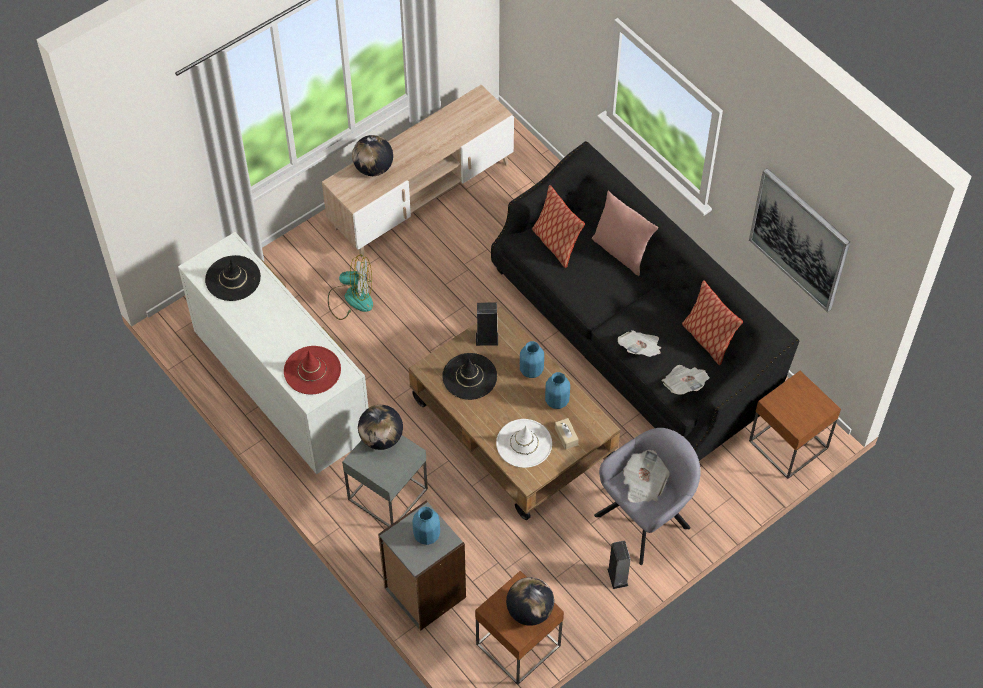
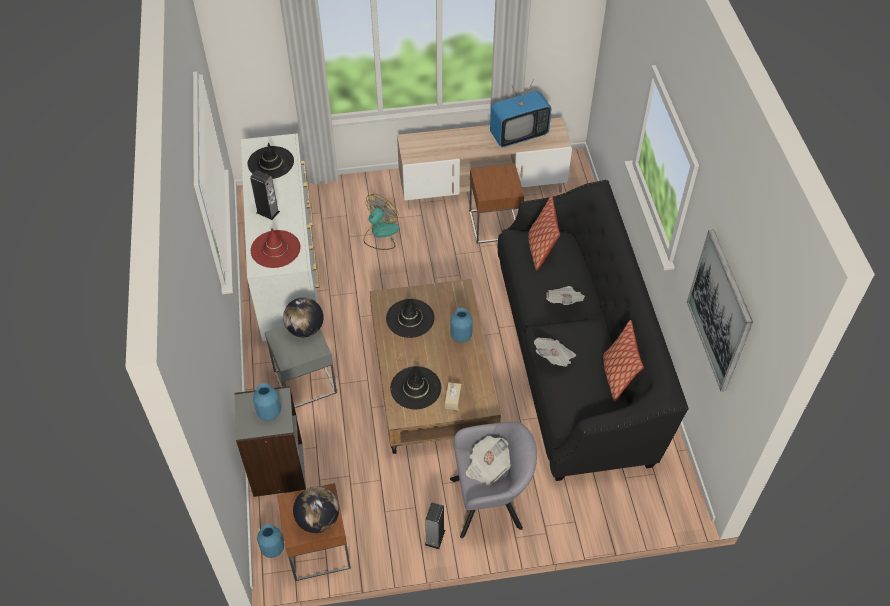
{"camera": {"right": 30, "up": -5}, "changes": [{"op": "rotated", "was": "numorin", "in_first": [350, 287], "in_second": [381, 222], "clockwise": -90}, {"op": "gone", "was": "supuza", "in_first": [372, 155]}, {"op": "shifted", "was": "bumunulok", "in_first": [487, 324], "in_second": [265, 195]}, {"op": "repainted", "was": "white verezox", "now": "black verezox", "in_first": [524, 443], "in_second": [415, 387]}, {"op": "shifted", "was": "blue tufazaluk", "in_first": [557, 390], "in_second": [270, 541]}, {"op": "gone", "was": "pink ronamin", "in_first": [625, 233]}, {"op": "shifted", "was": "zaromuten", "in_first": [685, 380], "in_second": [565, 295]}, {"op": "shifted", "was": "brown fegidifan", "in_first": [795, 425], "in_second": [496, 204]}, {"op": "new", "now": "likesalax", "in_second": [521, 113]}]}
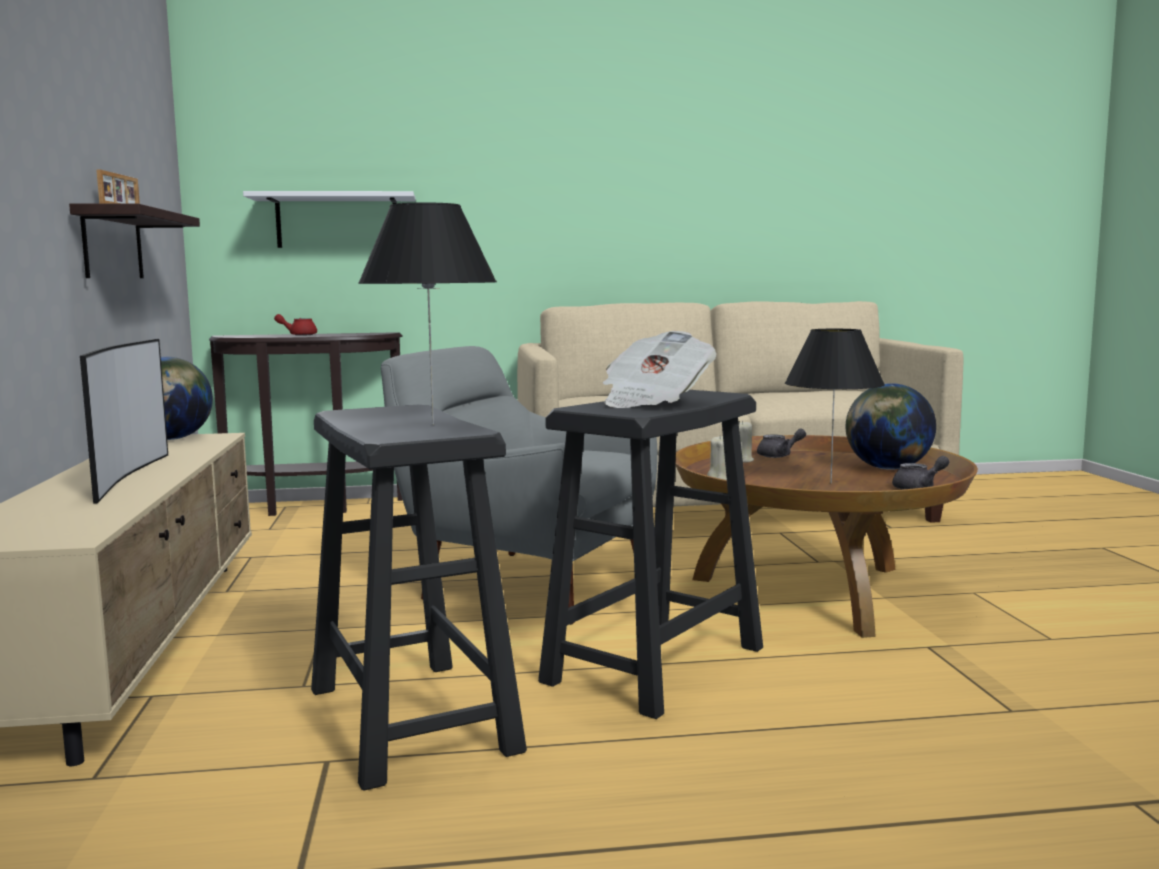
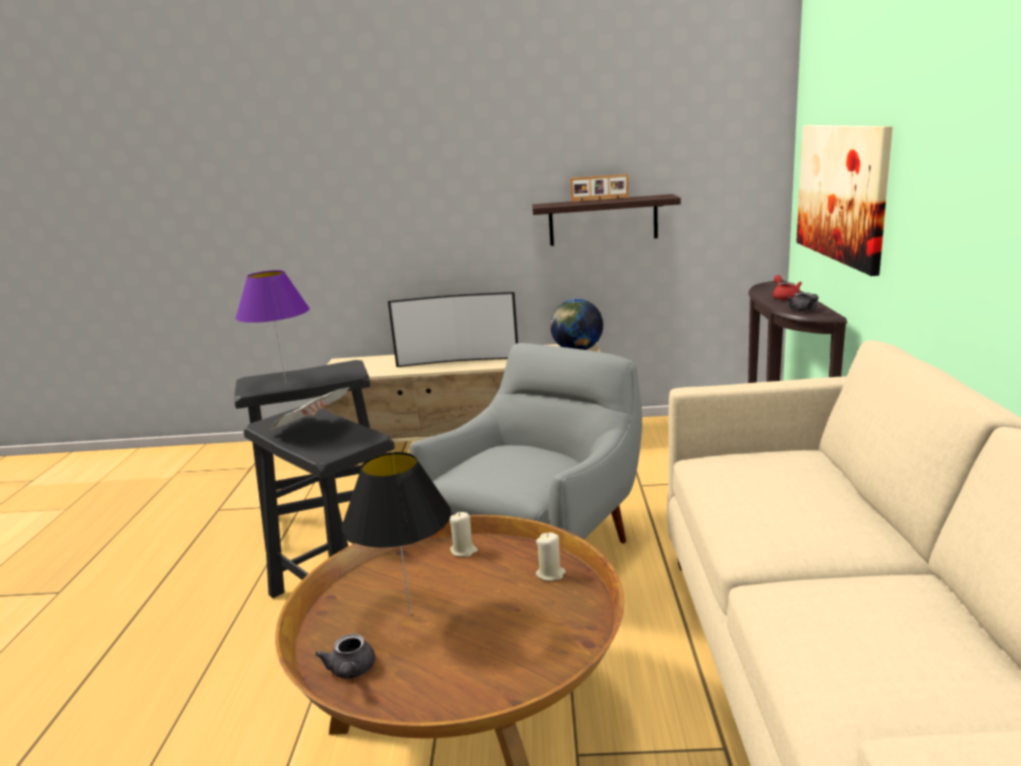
{"camera": {"right": 100, "up": 10}, "changes": [{"op": "swapped", "was": "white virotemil", "now": "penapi", "in_first": [329, 219], "in_second": [844, 200]}, {"op": "repainted", "was": "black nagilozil", "now": "purple nagilozil", "in_first": [427, 314], "in_second": [273, 327]}, {"op": "shifted", "was": "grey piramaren", "in_first": [781, 443], "in_second": [802, 301]}, {"op": "gone", "was": "supuza", "in_first": [891, 426]}]}
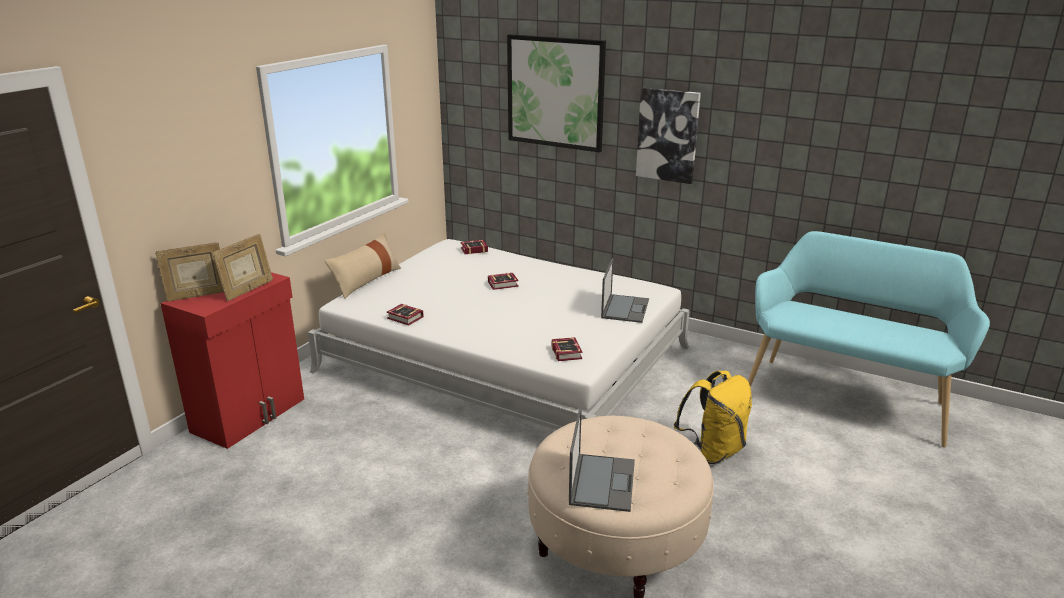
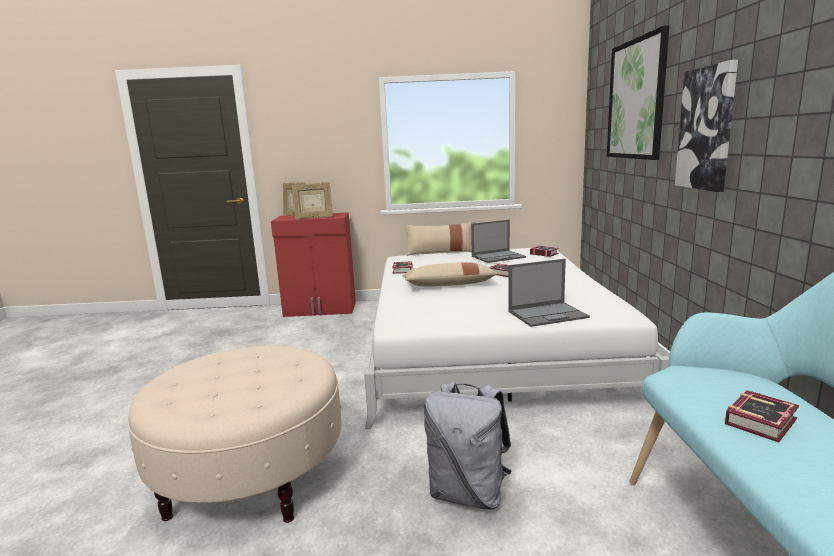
{"camera": {"right": 60, "up": -10}, "changes": [{"op": "shifted", "was": "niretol", "in_first": [567, 349], "in_second": [762, 416]}, {"op": "shifted", "was": "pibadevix", "in_first": [602, 459], "in_second": [498, 241]}, {"op": "repainted", "was": "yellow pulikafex", "now": "grey pulikafex", "in_first": [713, 417], "in_second": [467, 446]}, {"op": "new", "now": "beige ronamin", "in_second": [450, 274]}]}
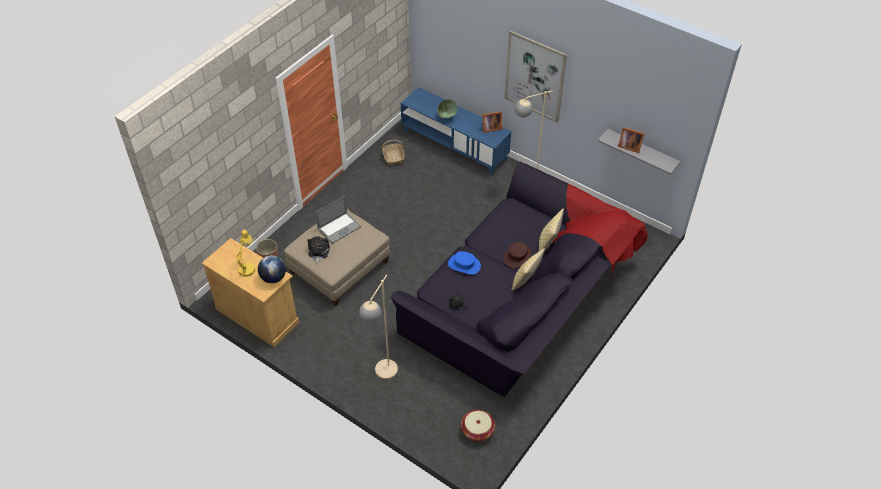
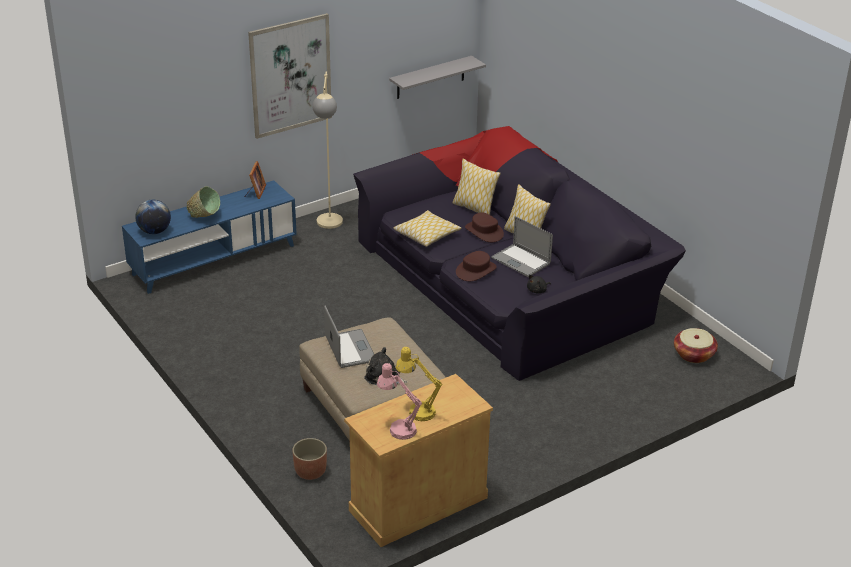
{"camera": {"right": -70, "up": -15}, "changes": [{"op": "shifted", "was": "supuza", "in_first": [272, 269], "in_second": [153, 217]}, {"op": "gone", "was": "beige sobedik", "in_first": [378, 327]}, {"op": "gone", "was": "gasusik", "in_first": [393, 152]}, {"op": "repainted", "was": "blue verezox", "now": "brown verezox", "in_first": [464, 263], "in_second": [476, 266]}, {"op": "gone", "was": "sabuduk", "in_first": [631, 140]}, {"op": "new", "now": "pink nagilozil", "in_second": [399, 401]}, {"op": "new", "now": "ronamin", "in_second": [427, 228]}, {"op": "new", "now": "pibadevix", "in_second": [522, 246]}]}
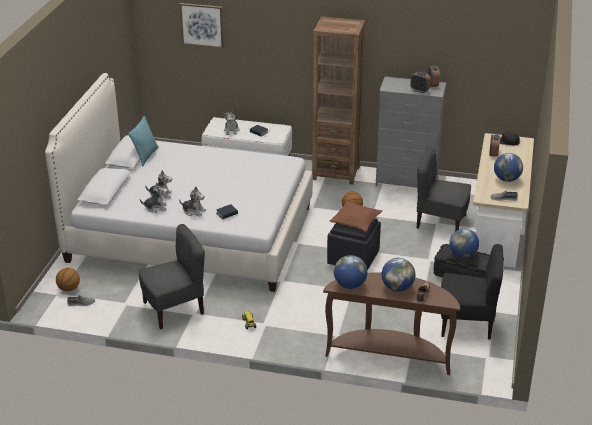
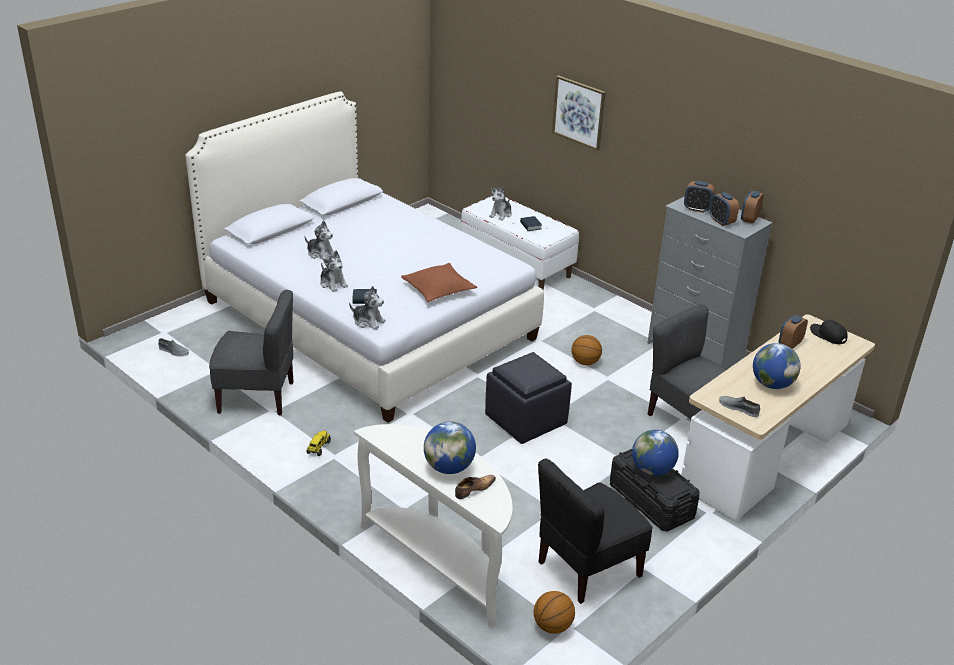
{"camera": {"right": 30, "up": 0}, "changes": [{"op": "shifted", "was": "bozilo", "in_first": [68, 280], "in_second": [554, 612]}, {"op": "gone", "was": "turquoise ronamin", "in_first": [143, 140]}, {"op": "shifted", "was": "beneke", "in_first": [154, 197], "in_second": [367, 308]}, {"op": "shifted", "was": "penapi", "in_first": [201, 25], "in_second": [579, 113]}, {"op": "gone", "was": "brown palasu", "in_first": [338, 100]}, {"op": "repainted", "was": "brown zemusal", "now": "white zemusal", "in_first": [391, 324], "in_second": [433, 526]}, {"op": "shifted", "was": "brown ronamin", "in_first": [356, 216], "in_second": [439, 282]}, {"op": "gone", "was": "supuza", "in_first": [350, 272]}, {"op": "rotated", "was": "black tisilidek", "in_first": [472, 292], "in_second": [595, 531], "clockwise": 105}, {"op": "new", "now": "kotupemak", "in_second": [699, 197]}]}
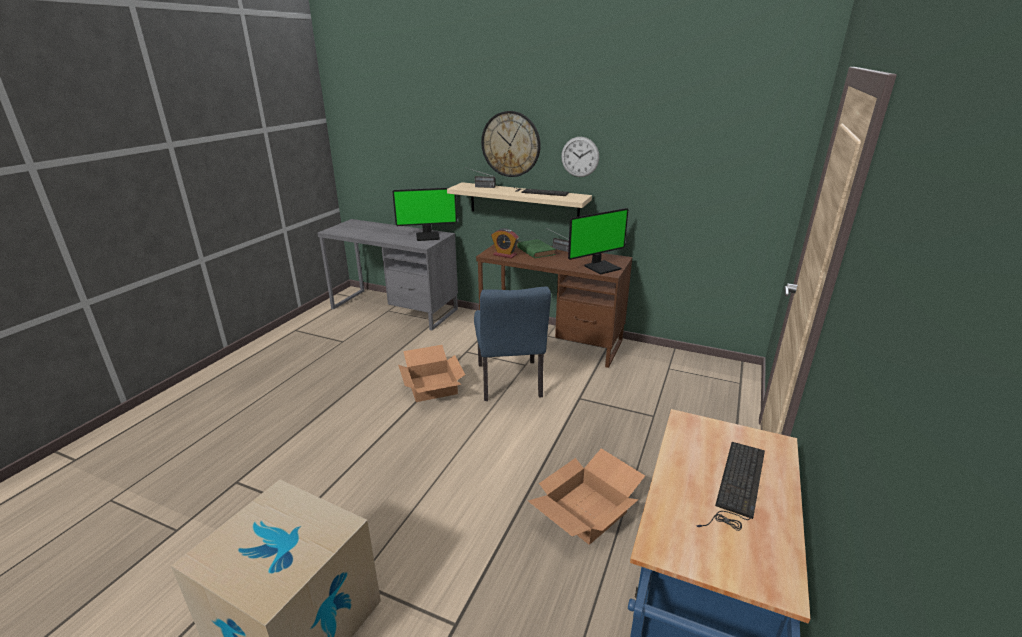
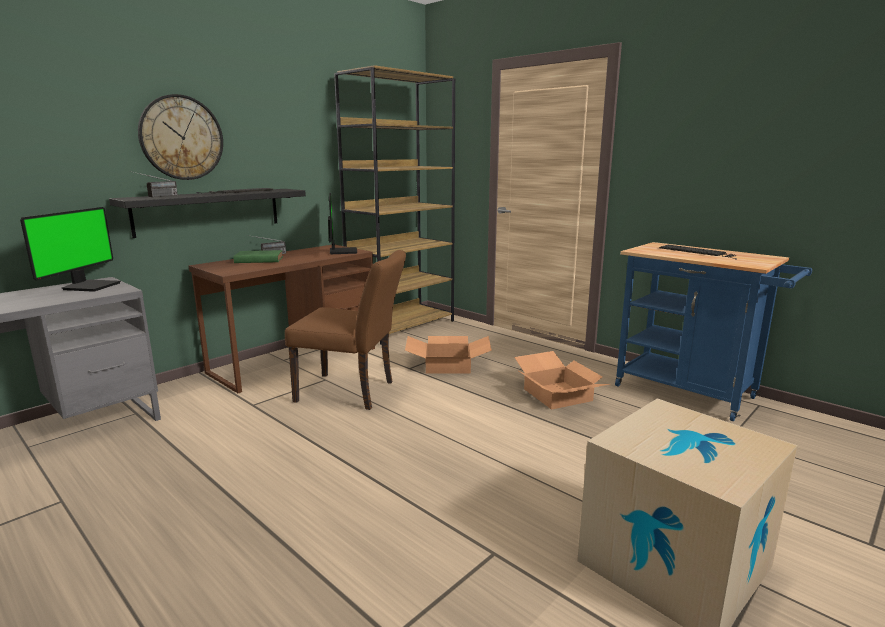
{"camera": {"right": -70, "up": -10}, "changes": [{"op": "shifted", "was": "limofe", "in_first": [431, 373], "in_second": [448, 355]}, {"op": "repainted", "was": "beige virotemil", "now": "black virotemil", "in_first": [519, 199], "in_second": [207, 213]}, {"op": "repainted", "was": "blue tisilidek", "now": "brown tisilidek", "in_first": [512, 344], "in_second": [345, 330]}, {"op": "gone", "was": "kotupemak", "in_first": [505, 243]}, {"op": "gone", "was": "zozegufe", "in_first": [580, 157]}, {"op": "new", "now": "brown palasu", "in_second": [394, 205]}]}
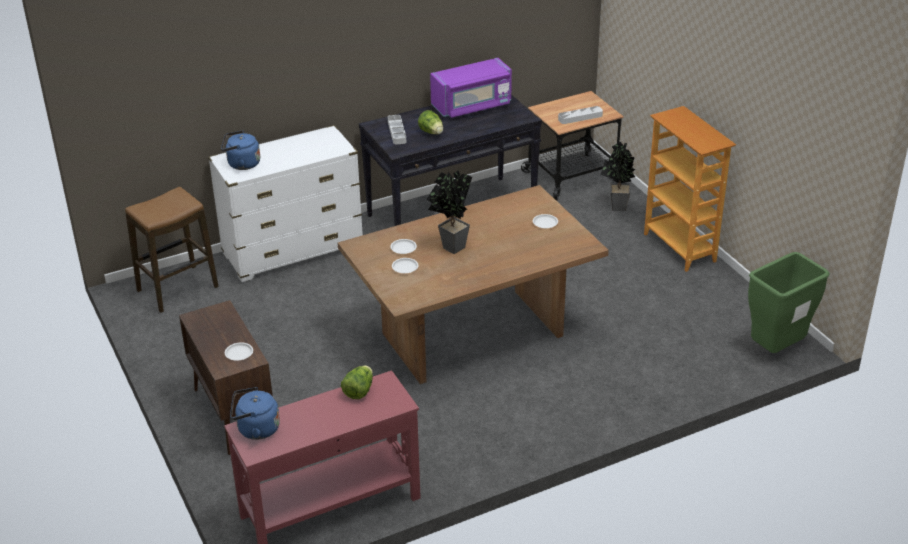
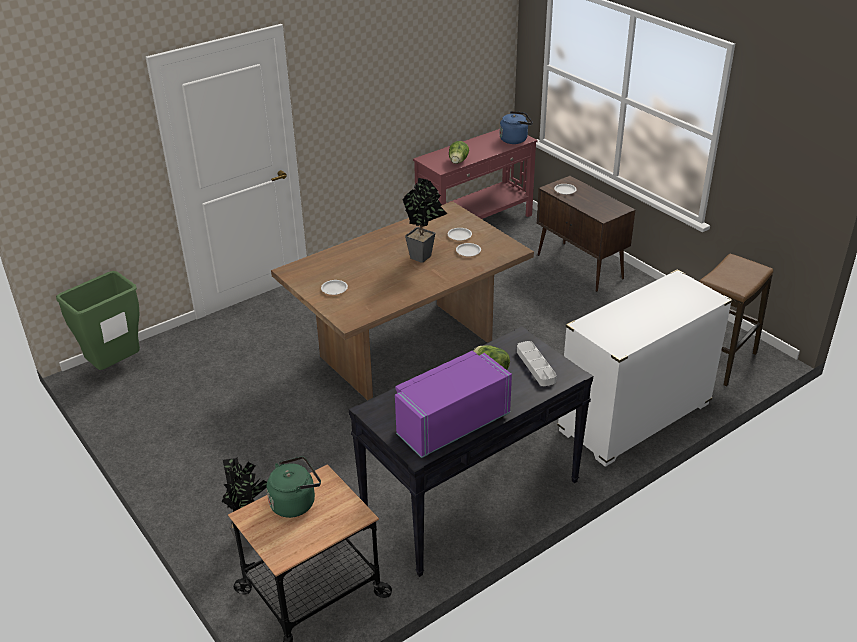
{"camera": {"right": 170, "up": 0}, "changes": [{"op": "gone", "was": "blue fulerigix", "in_first": [240, 150]}, {"op": "swapped", "was": "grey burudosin", "now": "green fulerigix", "in_first": [580, 115], "in_second": [293, 487]}, {"op": "gone", "was": "palasu", "in_first": [690, 189]}]}
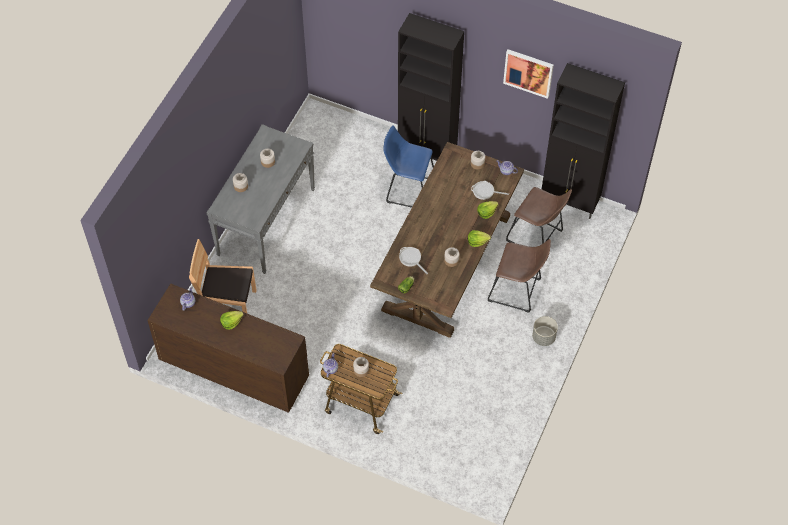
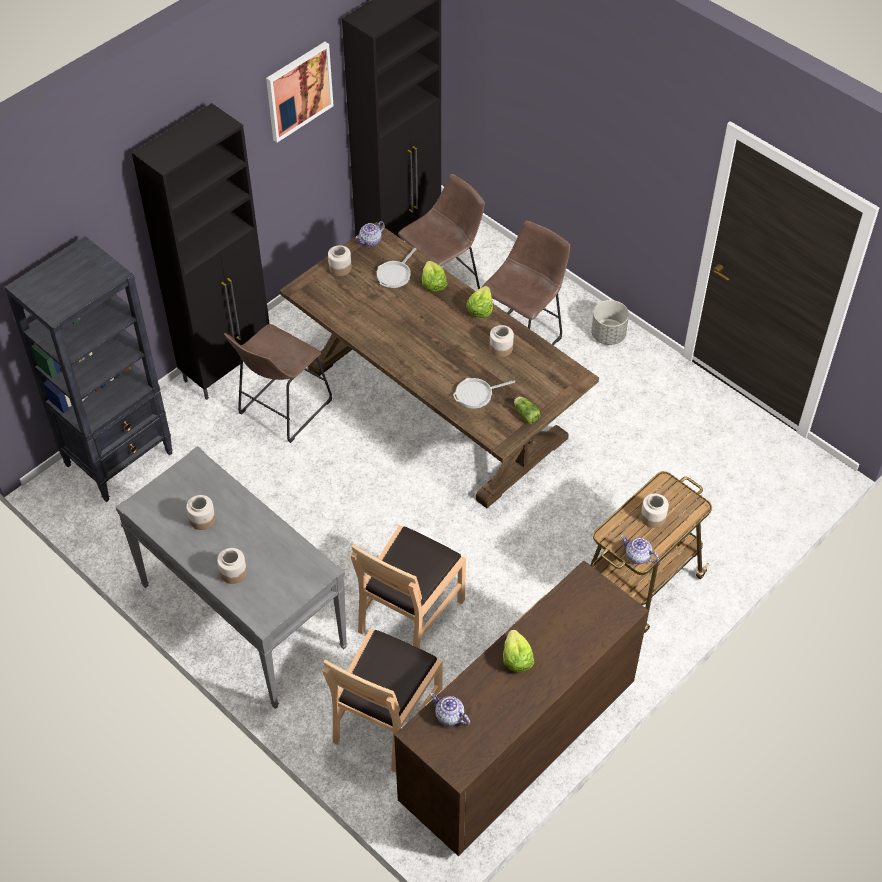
{"camera": {"right": -70, "up": -5}, "changes": [{"op": "repainted", "was": "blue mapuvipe", "now": "brown mapuvipe", "in_first": [408, 166], "in_second": [278, 383]}, {"op": "new", "now": "black palasu", "in_second": [89, 369]}, {"op": "new", "now": "brown tisilidek", "in_second": [408, 587]}]}
